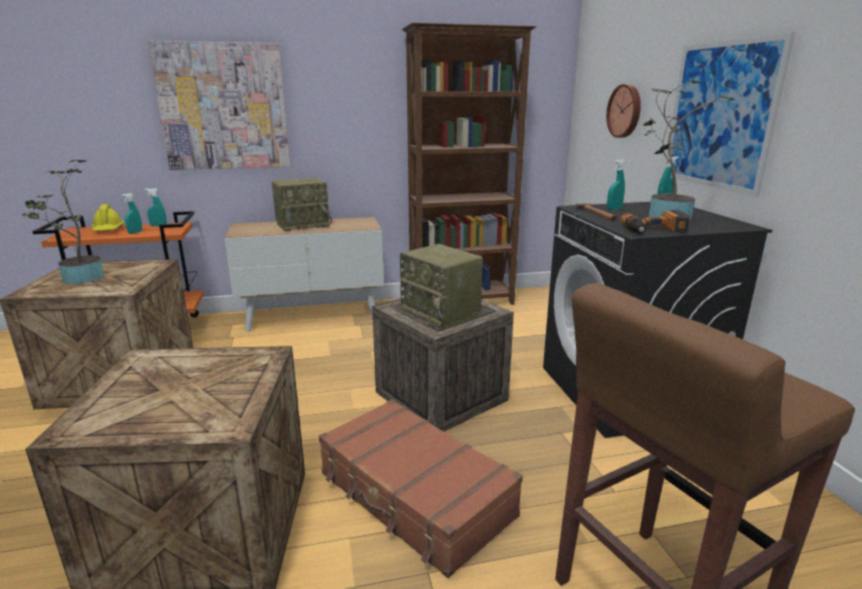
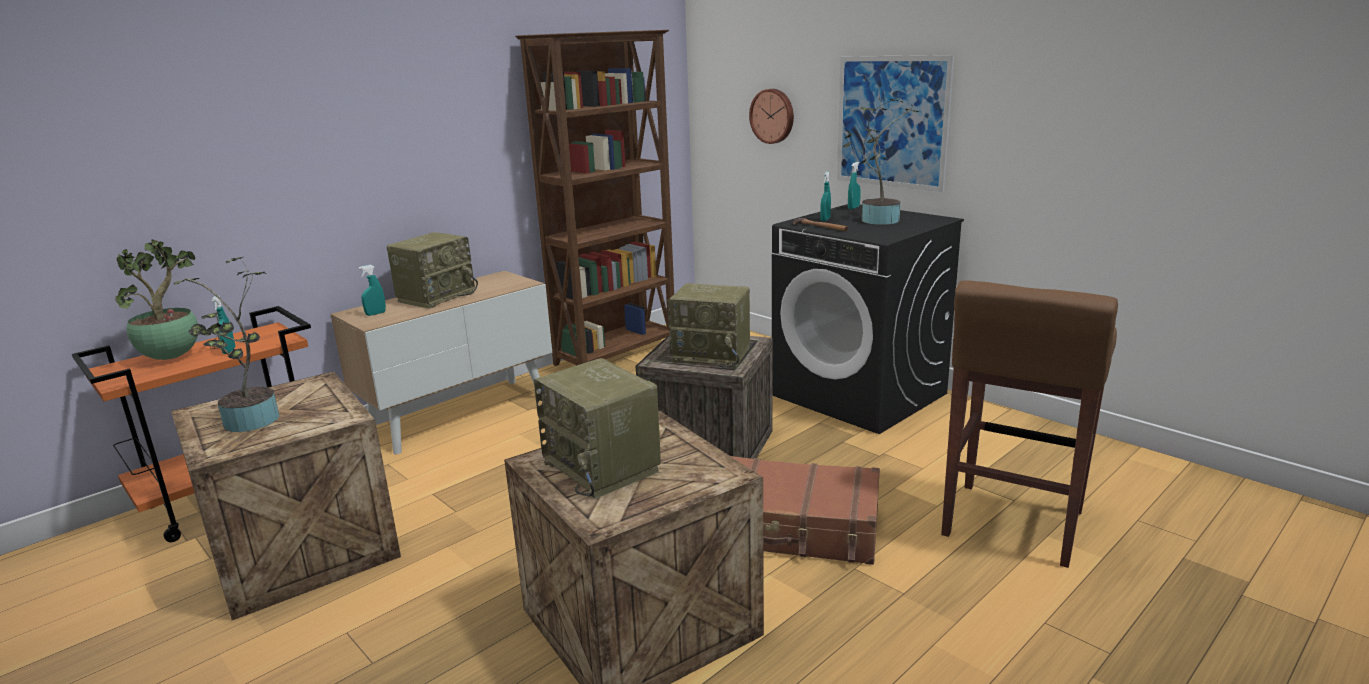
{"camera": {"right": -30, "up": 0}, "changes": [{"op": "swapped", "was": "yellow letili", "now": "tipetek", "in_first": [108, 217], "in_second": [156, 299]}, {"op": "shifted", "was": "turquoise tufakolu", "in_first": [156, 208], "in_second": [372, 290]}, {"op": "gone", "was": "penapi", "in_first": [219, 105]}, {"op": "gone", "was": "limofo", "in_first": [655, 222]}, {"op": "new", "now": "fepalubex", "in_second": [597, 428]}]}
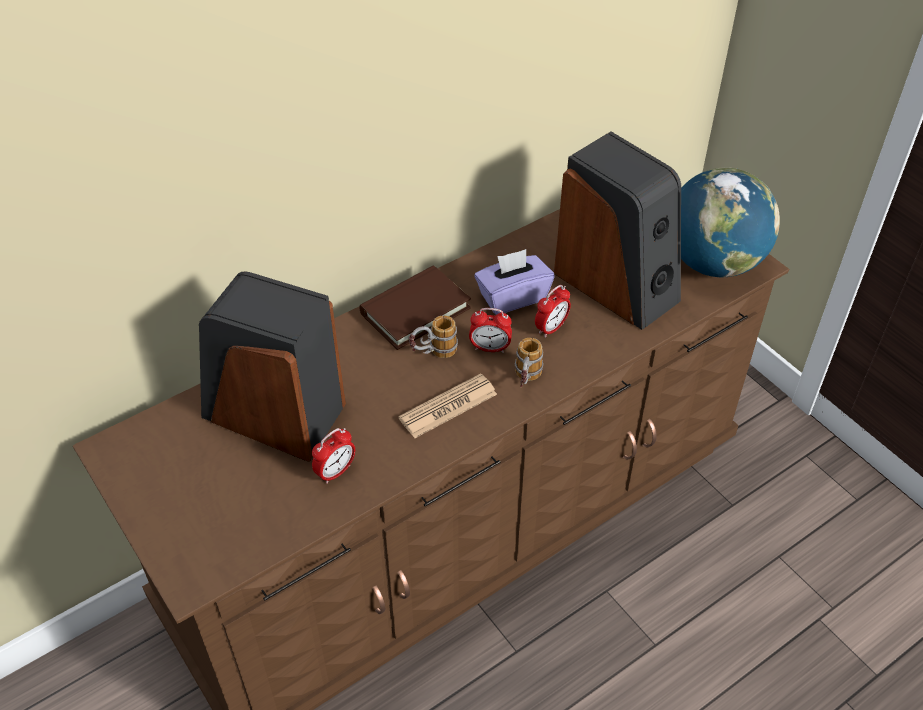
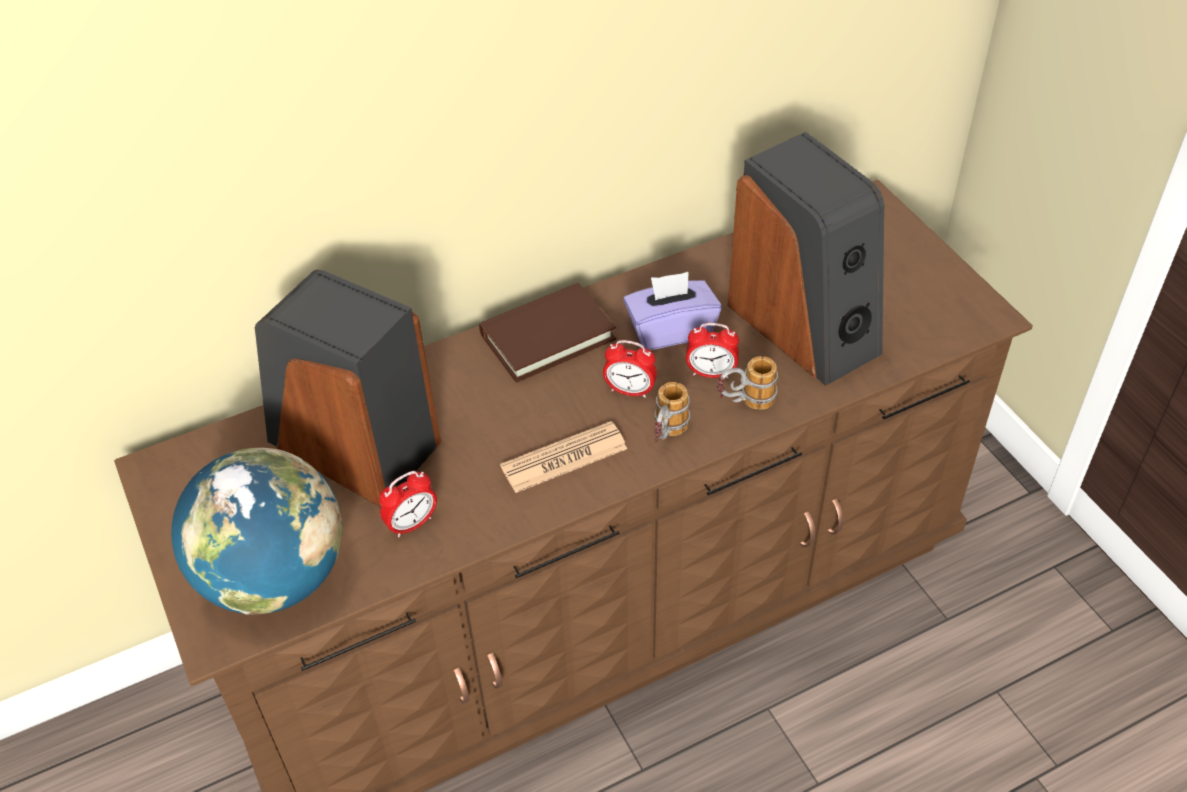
{"camera": {"right": 10, "up": 0}, "changes": [{"op": "shifted", "was": "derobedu", "in_first": [433, 336], "in_second": [747, 383]}, {"op": "rotated", "was": "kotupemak", "in_first": [553, 311], "in_second": [712, 351], "clockwise": 45}, {"op": "shifted", "was": "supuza", "in_first": [730, 222], "in_second": [256, 531]}]}
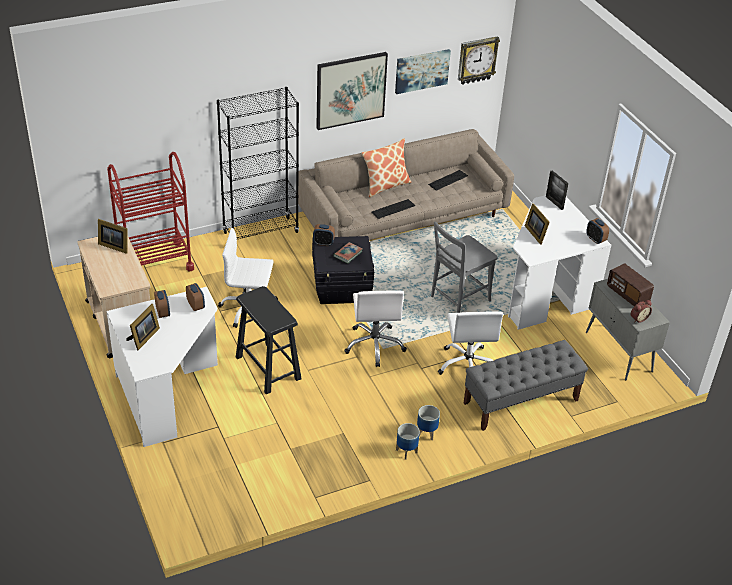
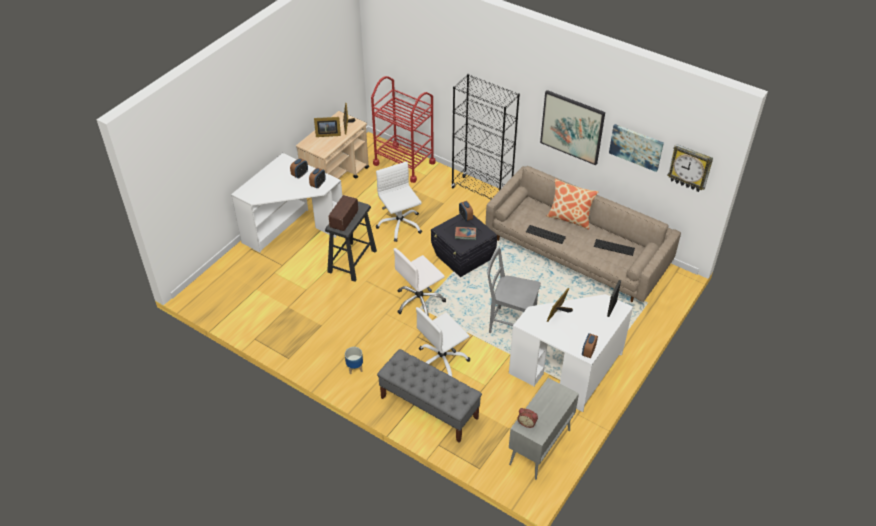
{"camera": {"right": 60, "up": 5}, "changes": [{"op": "shifted", "was": "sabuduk", "in_first": [143, 327], "in_second": [327, 127]}, {"op": "gone", "was": "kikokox", "in_first": [408, 441]}, {"op": "shifted", "was": "fepalubex", "in_first": [630, 284], "in_second": [343, 213]}]}
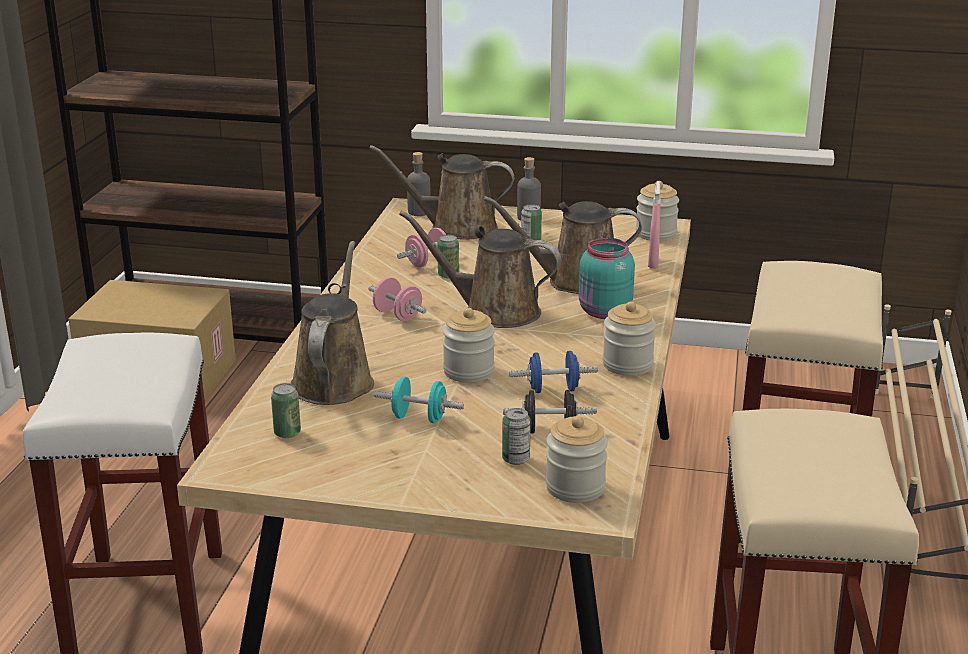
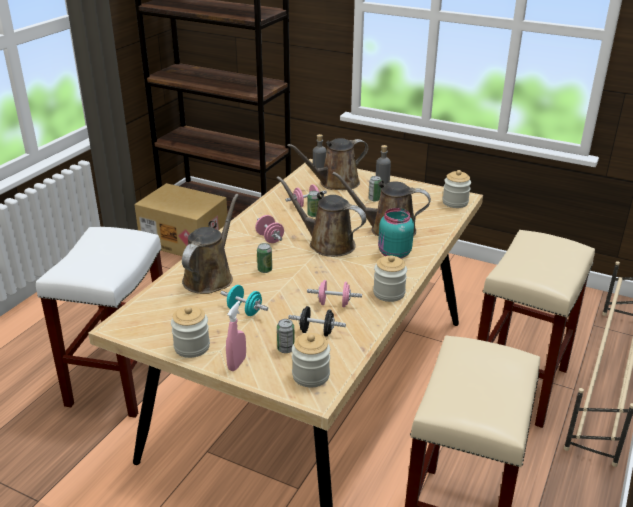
{"camera": {"right": 15, "up": 5}, "changes": [{"op": "shifted", "was": "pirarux", "in_first": [286, 410], "in_second": [264, 258]}, {"op": "rotated", "was": "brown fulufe", "in_first": [441, 192], "in_second": [327, 164], "clockwise": -45}, {"op": "shifted", "was": "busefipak", "in_first": [468, 345], "in_second": [190, 332]}, {"op": "repainted", "was": "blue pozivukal", "now": "pink pozivukal", "in_first": [553, 372], "in_second": [334, 293]}, {"op": "shifted", "was": "pink tufakolu", "in_first": [654, 225], "in_second": [236, 336]}]}
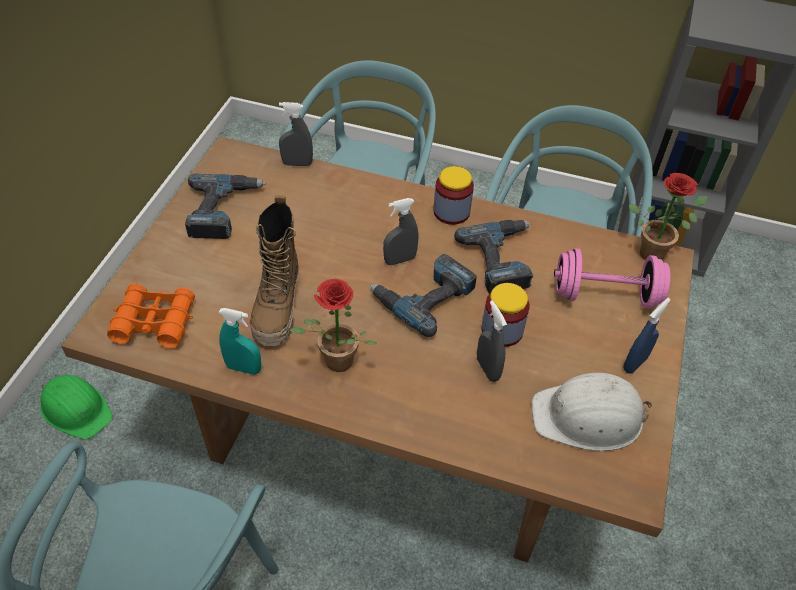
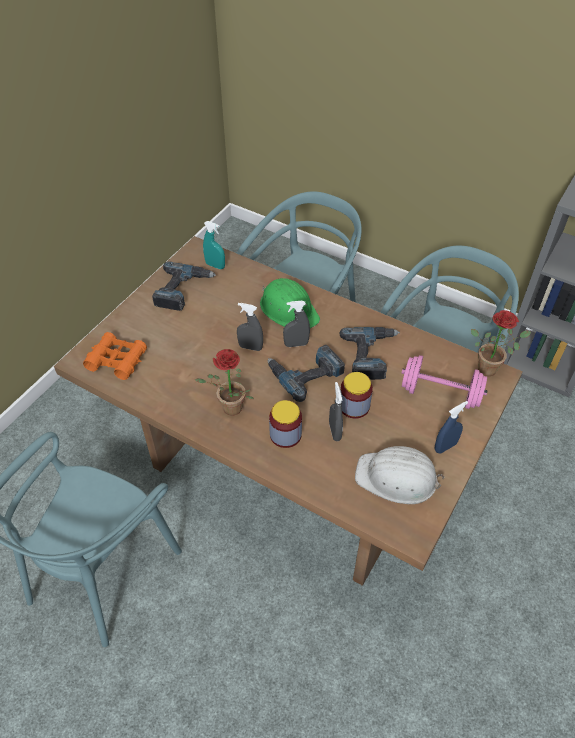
{"camera": {"right": 15, "up": 0}, "changes": [{"op": "shifted", "was": "green letili", "in_first": [76, 407], "in_second": [290, 303]}, {"op": "shifted", "was": "turquoise tufakolu", "in_first": [240, 341], "in_second": [214, 245]}, {"op": "gone", "was": "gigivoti", "in_first": [274, 270]}, {"op": "shifted", "was": "grey tufakolu", "in_first": [296, 134], "in_second": [250, 327]}, {"op": "shifted", "was": "busefipak", "in_first": [454, 195], "in_second": [285, 424]}]}
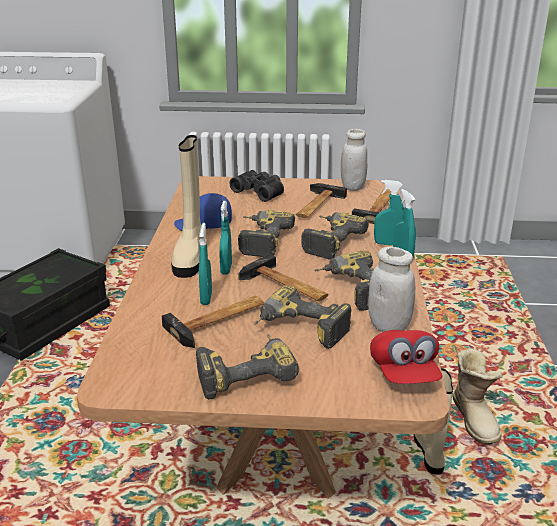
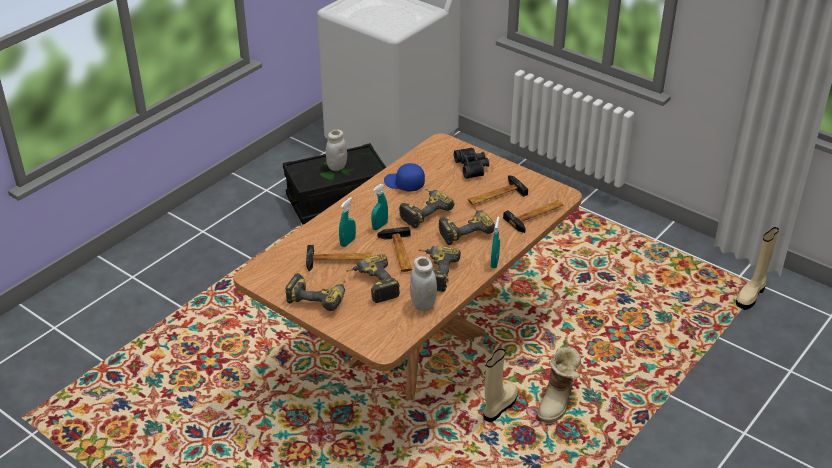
{"camera": {"right": 35, "up": 10}, "changes": [{"op": "shifted", "was": "beige gigivoti", "in_first": [186, 206], "in_second": [757, 268]}, {"op": "shifted", "was": "white busefipak", "in_first": [354, 160], "in_second": [336, 150]}, {"op": "gone", "was": "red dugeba", "in_first": [406, 357]}, {"op": "gone", "was": "turquoise tufakolu", "in_first": [389, 213]}]}
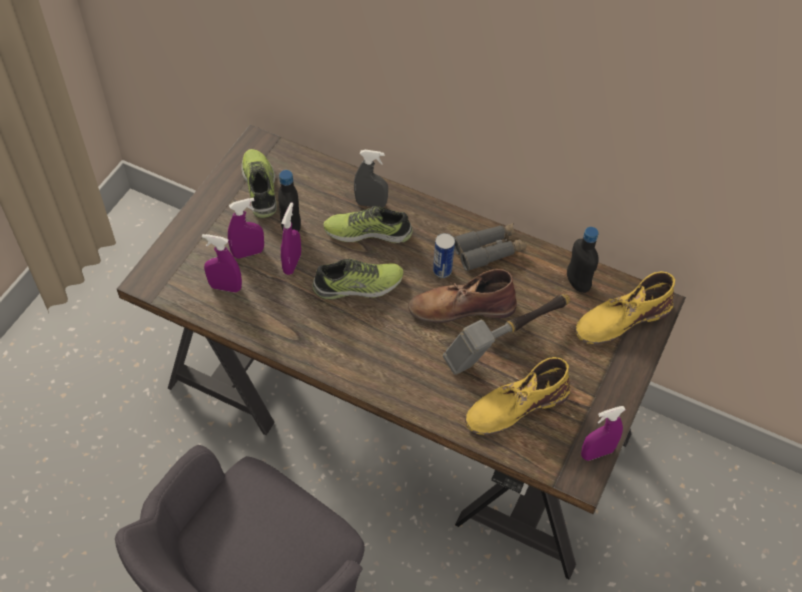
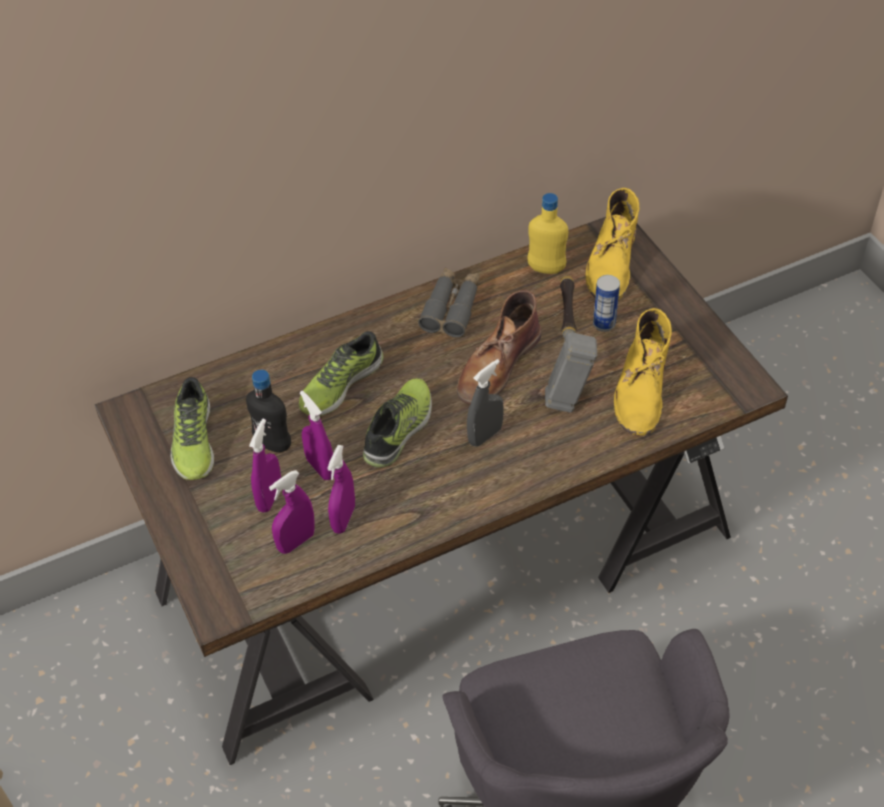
{"camera": {"right": -50, "up": -5}, "changes": [{"op": "rotated", "was": "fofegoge", "in_first": [259, 183], "in_second": [192, 428], "clockwise": -120}, {"op": "shifted", "was": "grey tufakolu", "in_first": [371, 178], "in_second": [485, 403]}, {"op": "shifted", "was": "pirarux", "in_first": [444, 255], "in_second": [606, 303]}, {"op": "repainted", "was": "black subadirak", "now": "yellow subadirak", "in_first": [583, 260], "in_second": [547, 233]}, {"op": "shifted", "was": "purple tufakolu", "in_first": [603, 433], "in_second": [341, 489]}]}
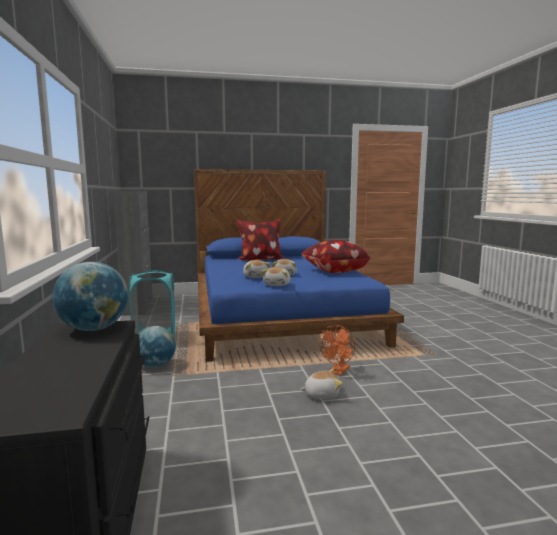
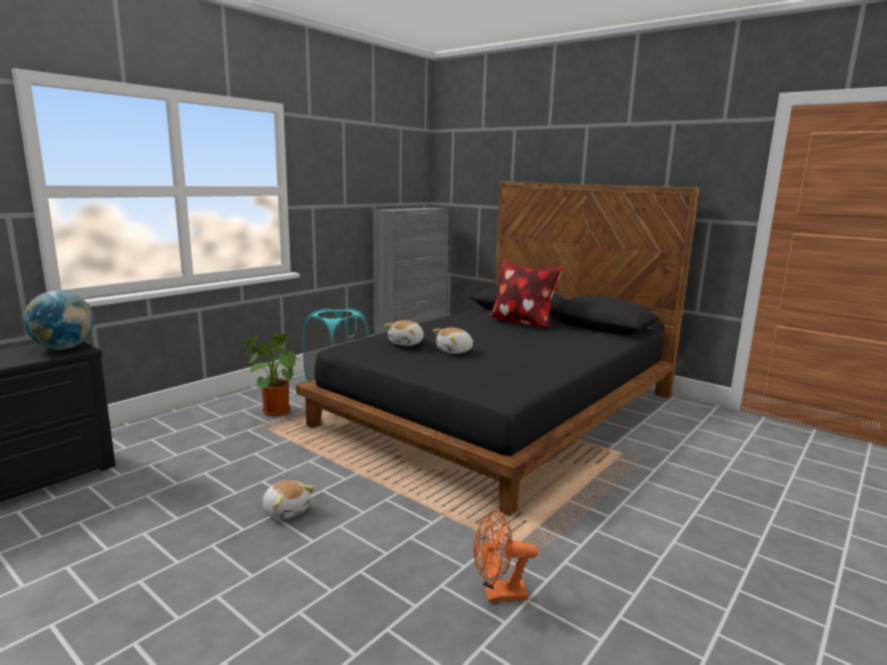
{"camera": {"right": 50, "up": 5}, "changes": [{"op": "swapped", "was": "supuza", "now": "tipetek", "in_first": [157, 347], "in_second": [273, 374]}, {"op": "repainted", "was": "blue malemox", "now": "black malemox", "in_first": [299, 265], "in_second": [498, 349]}, {"op": "gone", "was": "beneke", "in_first": [276, 276]}, {"op": "gone", "was": "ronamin", "in_first": [336, 256]}, {"op": "shifted", "was": "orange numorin", "in_first": [337, 350], "in_second": [506, 556]}]}
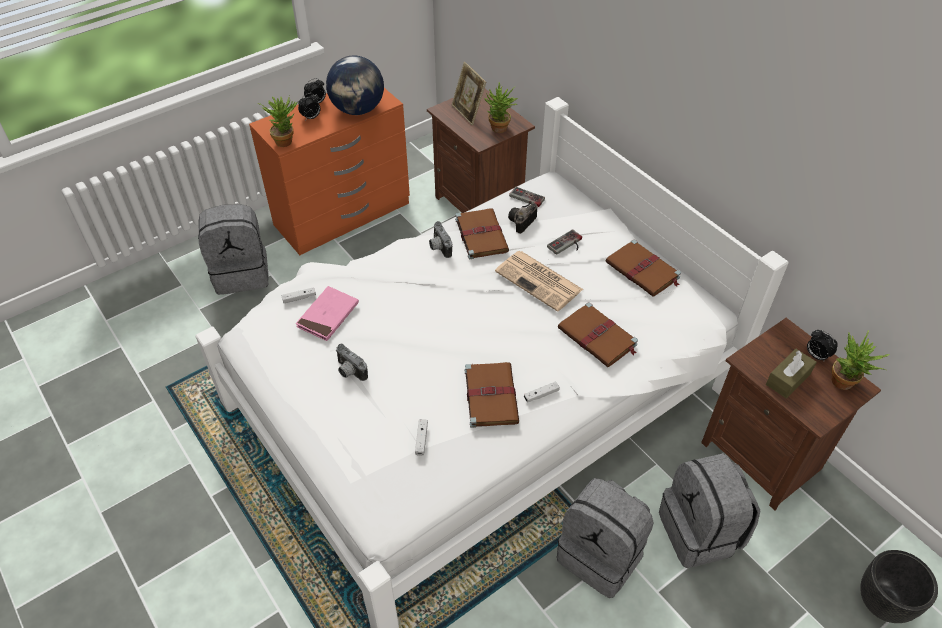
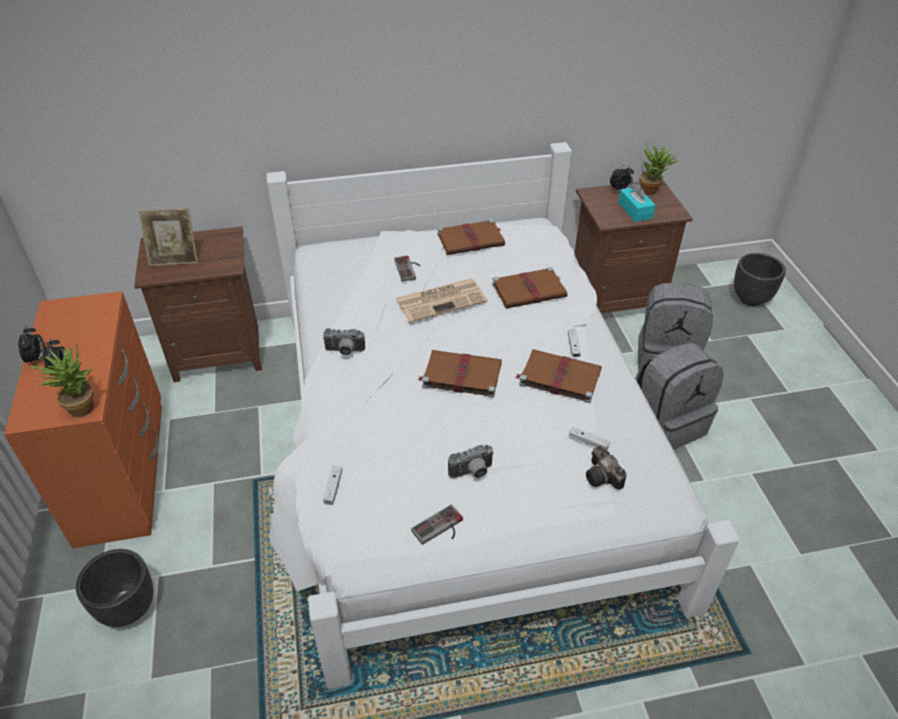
{"camera": {"right": -65, "up": -5}, "changes": [{"op": "swapped", "was": "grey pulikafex", "now": "black kikokox", "in_first": [233, 249], "in_second": [114, 588]}, {"op": "gone", "was": "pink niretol", "in_first": [327, 313]}, {"op": "gone", "was": "supuza", "in_first": [355, 85]}, {"op": "shifted", "was": "brown niretol", "in_first": [482, 233], "in_second": [460, 374]}, {"op": "gone", "was": "tipetek", "in_first": [501, 107]}, {"op": "shifted", "was": "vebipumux", "in_first": [522, 219], "in_second": [606, 467]}, {"op": "shifted", "was": "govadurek", "in_first": [527, 197], "in_second": [437, 524]}, {"op": "repainted", "was": "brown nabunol", "now": "turquoise nabunol", "in_first": [791, 374], "in_second": [636, 202]}]}
